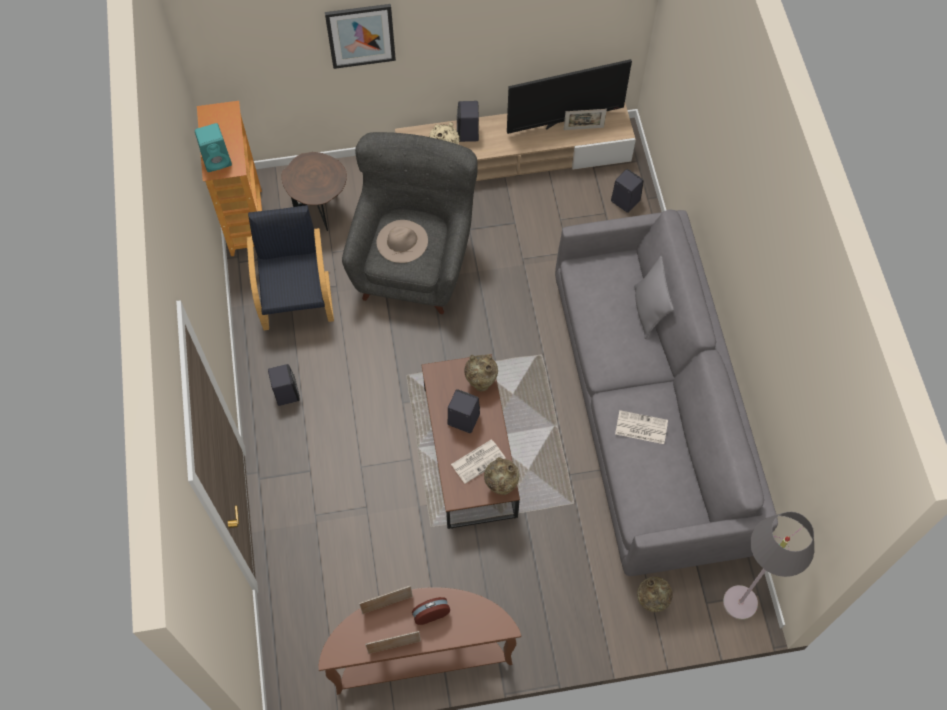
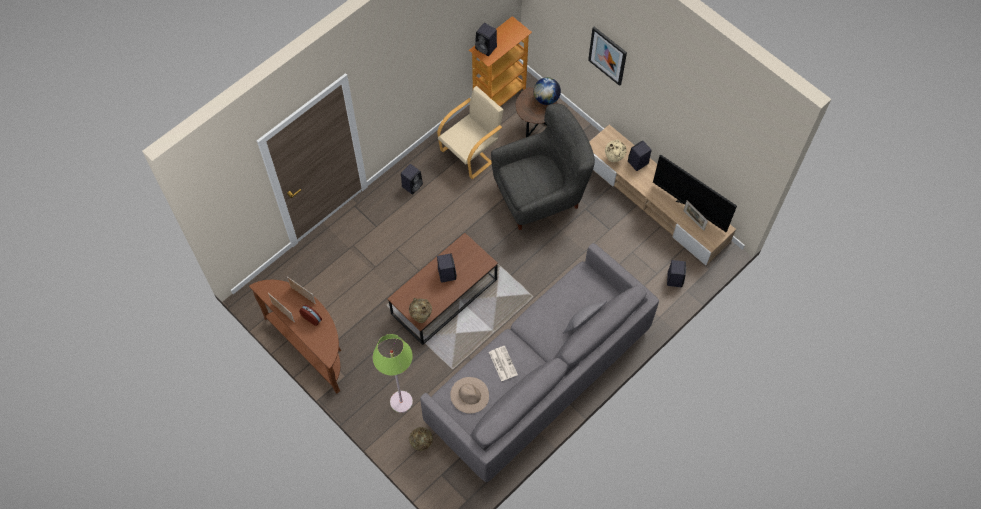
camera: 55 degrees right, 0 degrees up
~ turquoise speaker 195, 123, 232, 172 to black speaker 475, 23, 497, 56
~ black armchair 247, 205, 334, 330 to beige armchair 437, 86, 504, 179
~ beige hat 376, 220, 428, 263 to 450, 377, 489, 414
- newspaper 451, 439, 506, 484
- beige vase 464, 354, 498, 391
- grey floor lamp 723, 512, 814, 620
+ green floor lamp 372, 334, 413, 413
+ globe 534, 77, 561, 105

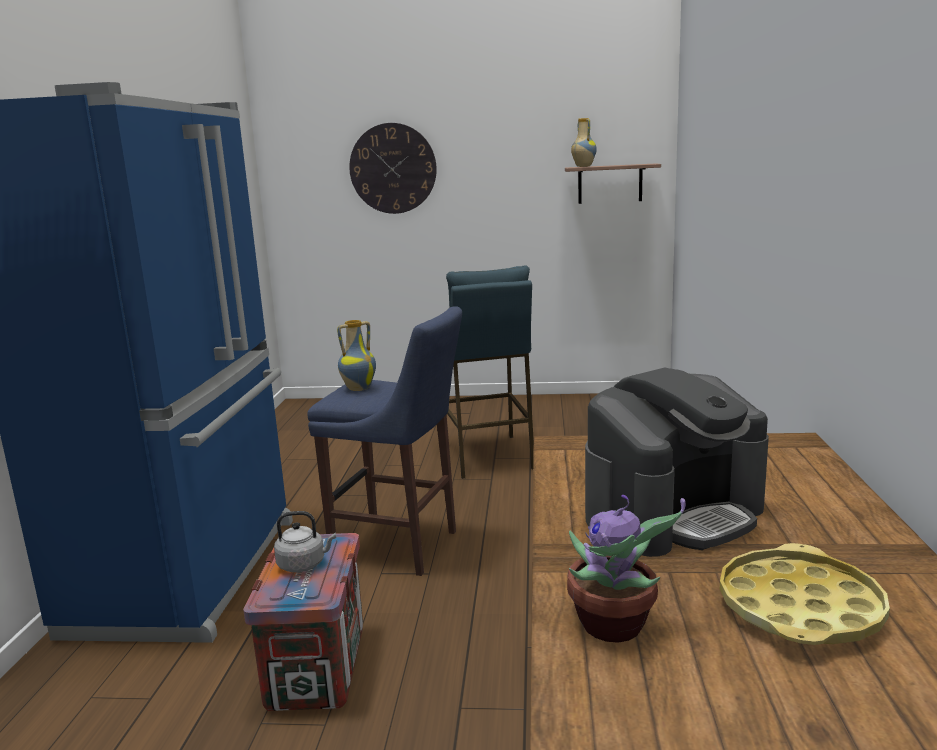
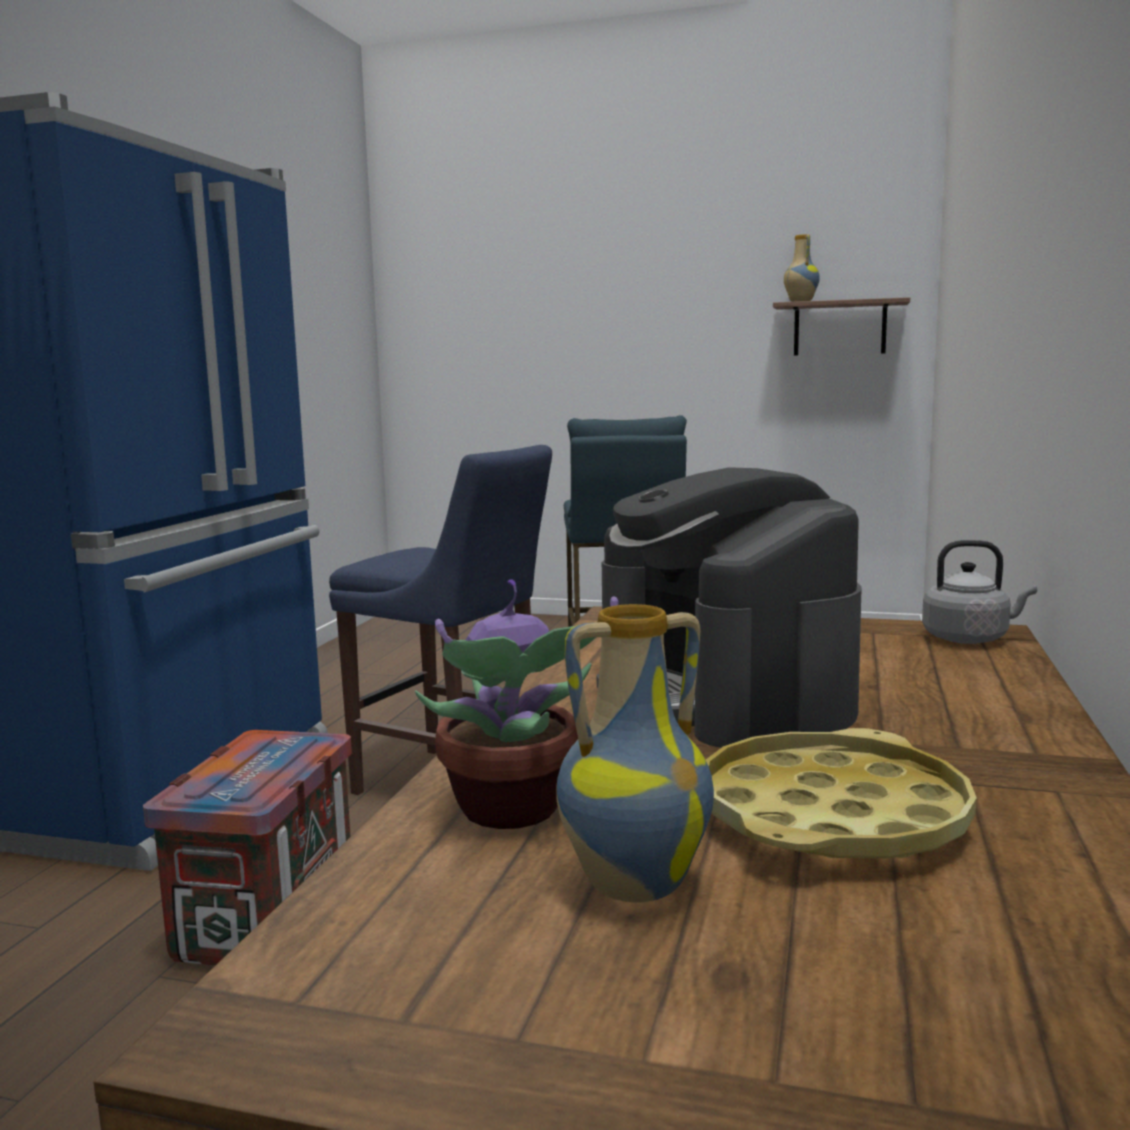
camera: 10 degrees right, 5 degrees down
~ grey kettle 274, 511, 336, 572 to 922, 540, 1037, 644
~ vase 337, 320, 376, 391 to 556, 604, 714, 903
- wall clock 349, 123, 437, 214
~ coffee machine 585, 367, 769, 557 = 597, 467, 862, 748 90 degrees clockwise

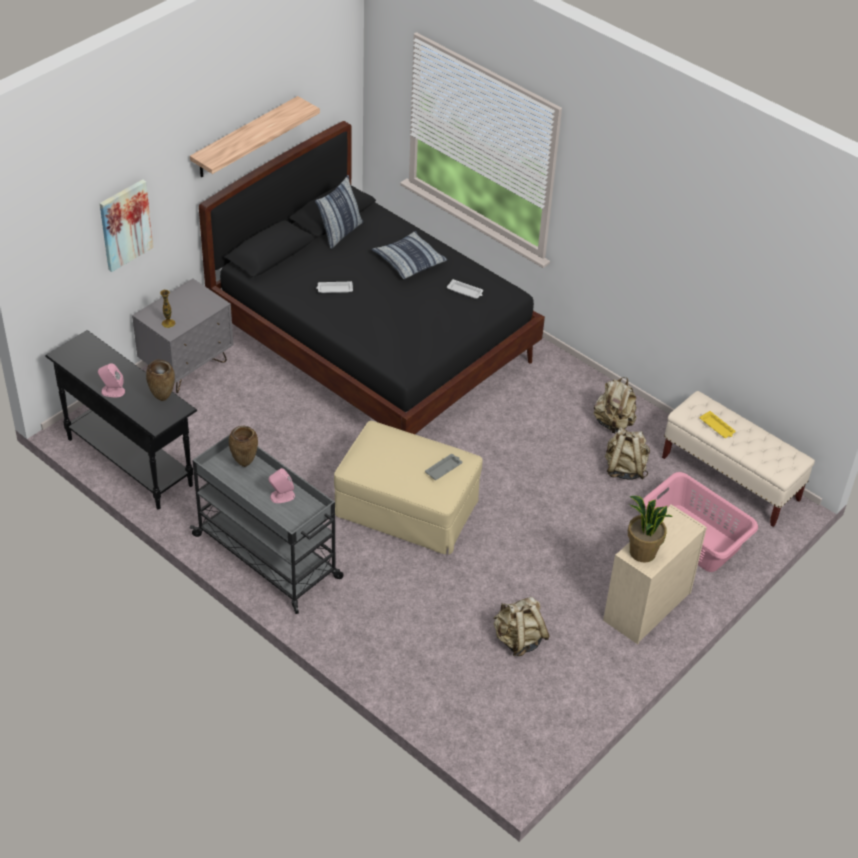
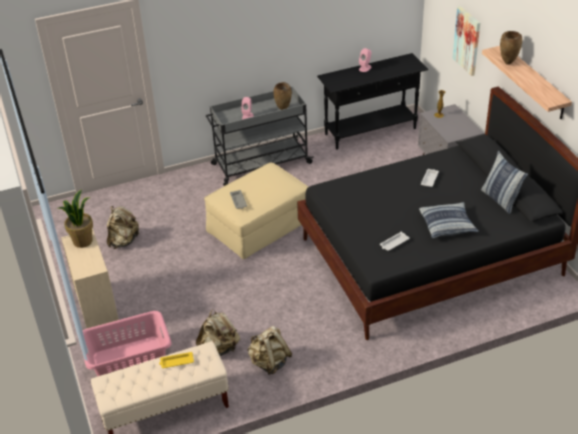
camera: 120 degrees right, 5 degrees down
~ brown vase 146, 360, 175, 401 to 500, 31, 522, 65

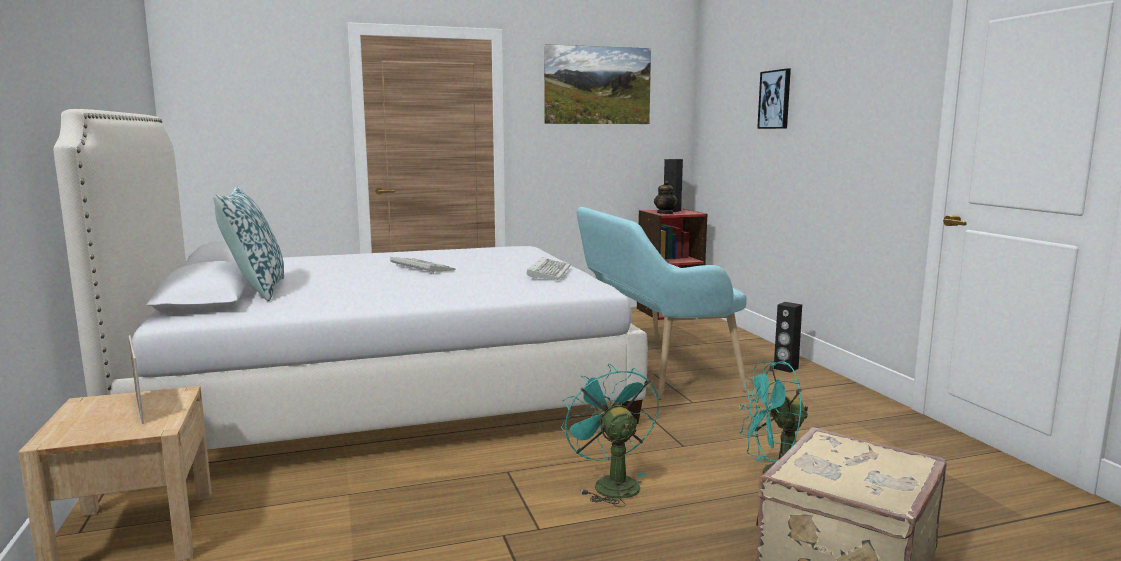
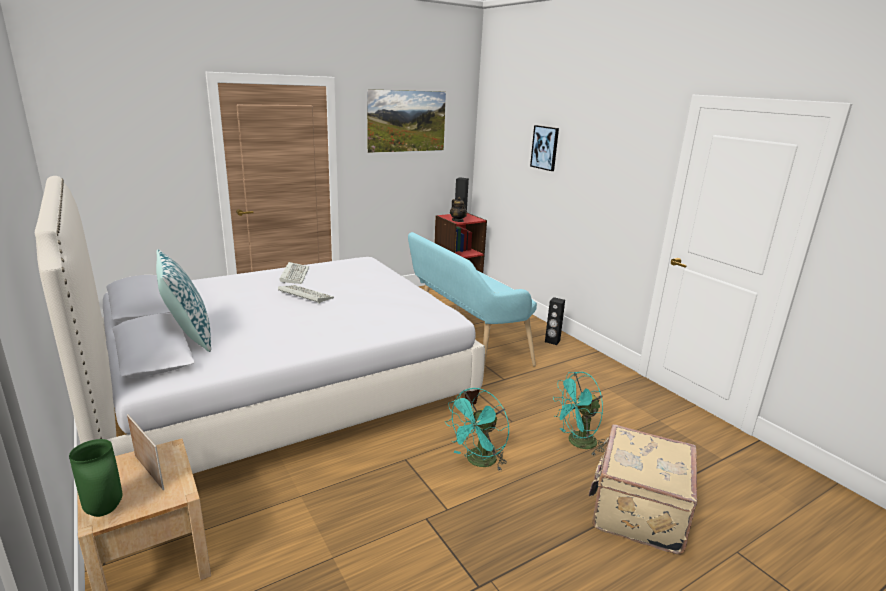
camera: 15 degrees left, 10 degrees up
~ keyboard 527, 257, 571, 280 to 279, 262, 309, 284
~ turquoise fan 561, 364, 659, 507 = 445, 388, 509, 470 105 degrees counterclockwise
+ green vase 69, 439, 122, 517

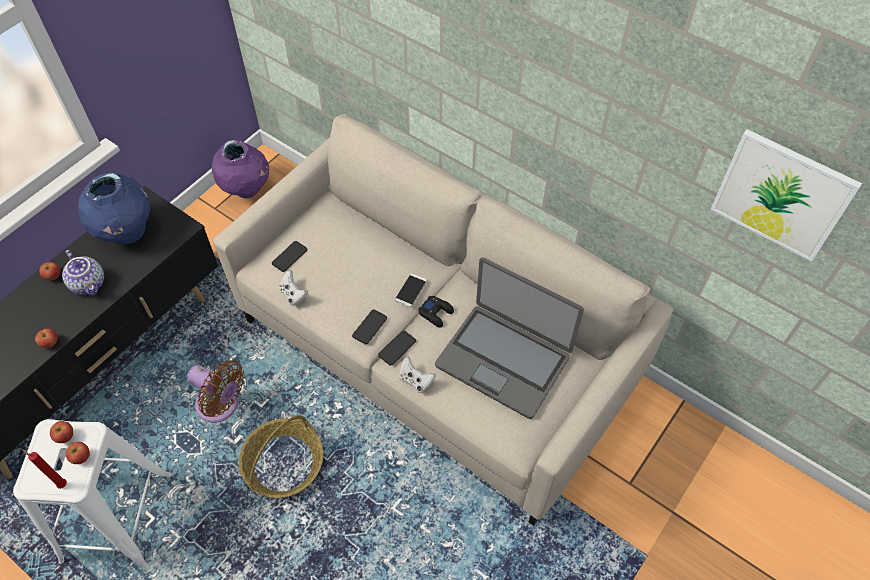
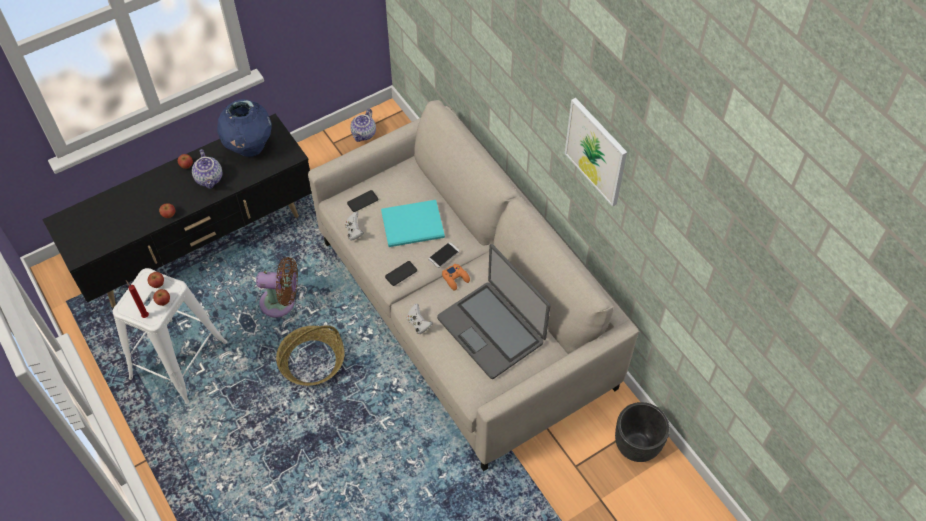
camera: 20 degrees right, 0 degrees up
~ brown fan 187, 360, 245, 423 = 256, 257, 298, 318 45 degrees counterclockwise
~ purple vase 212, 140, 269, 198 to teapot 350, 108, 376, 142
- phone 378, 331, 416, 366
~ black game controller 418, 296, 454, 328 to orange game controller 442, 264, 470, 291
~ picture 710, 129, 862, 262 to 565, 98, 627, 207
+ turquoise book 381, 200, 445, 247
+ black planter 615, 402, 670, 462

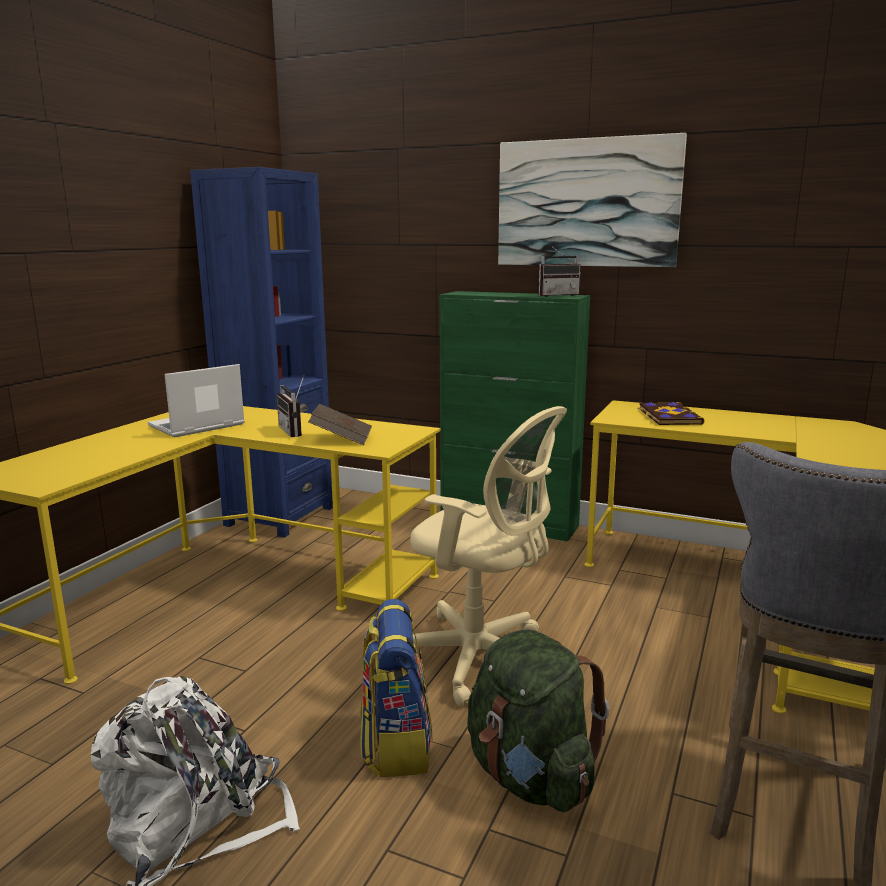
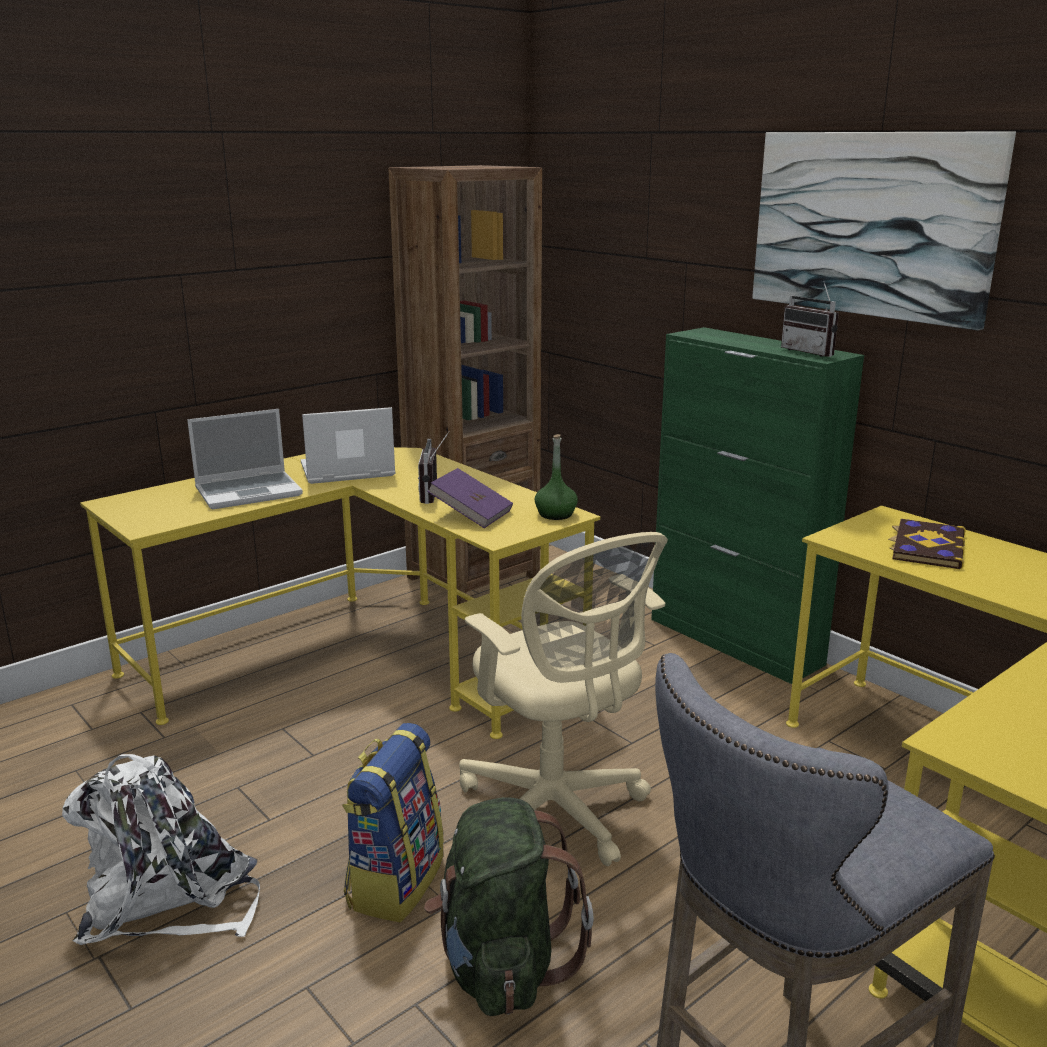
camera: 25 degrees right, 5 degrees up
~ blue bookcase 190, 167, 333, 538 to brown bookcase 388, 165, 542, 605
~ brown book 308, 404, 372, 445 to purple book 427, 468, 513, 528
~ radio 538, 245, 581, 297 = 781, 281, 839, 357 45 degrees clockwise
+ laptop 187, 409, 303, 509
+ green bottle 535, 434, 578, 520

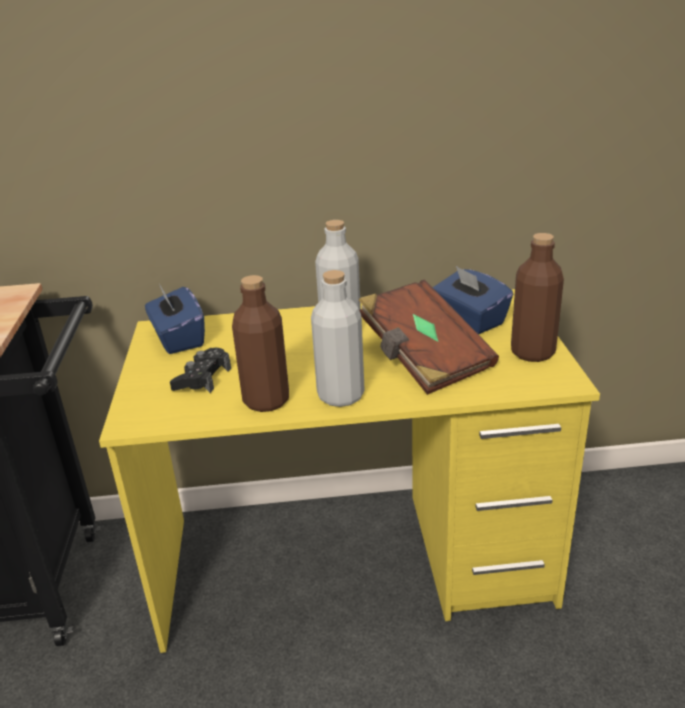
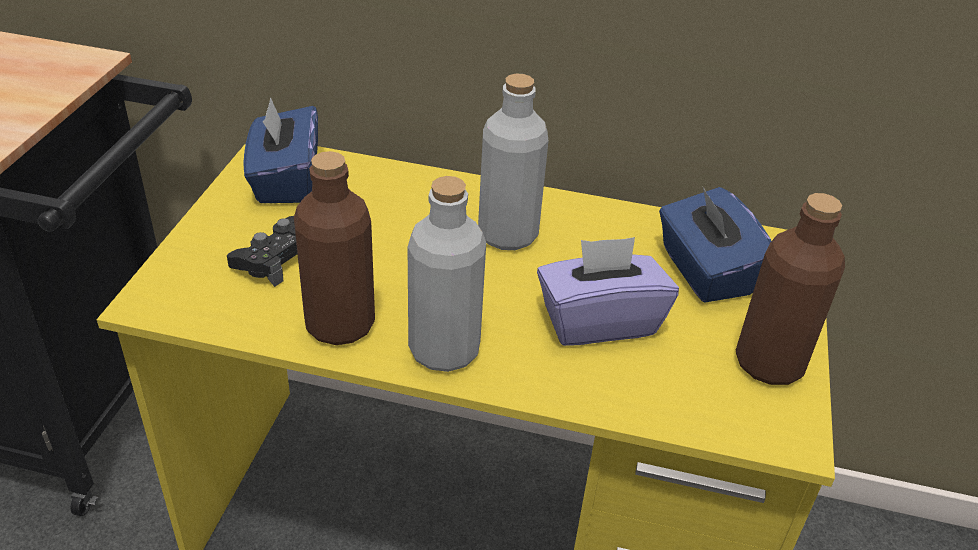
camera: 15 degrees right, 10 degrees up
~ brown book 359, 279, 499, 395 to purple tissue box 537, 237, 679, 346

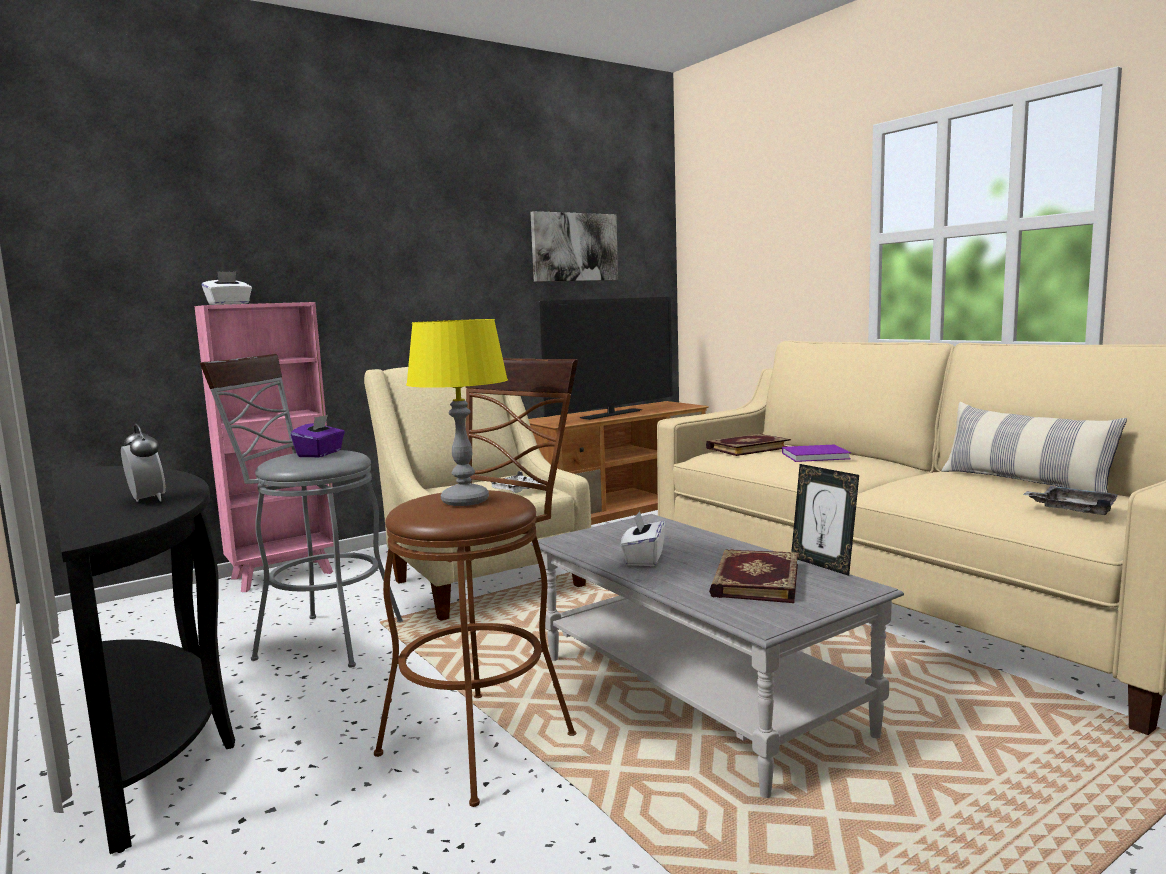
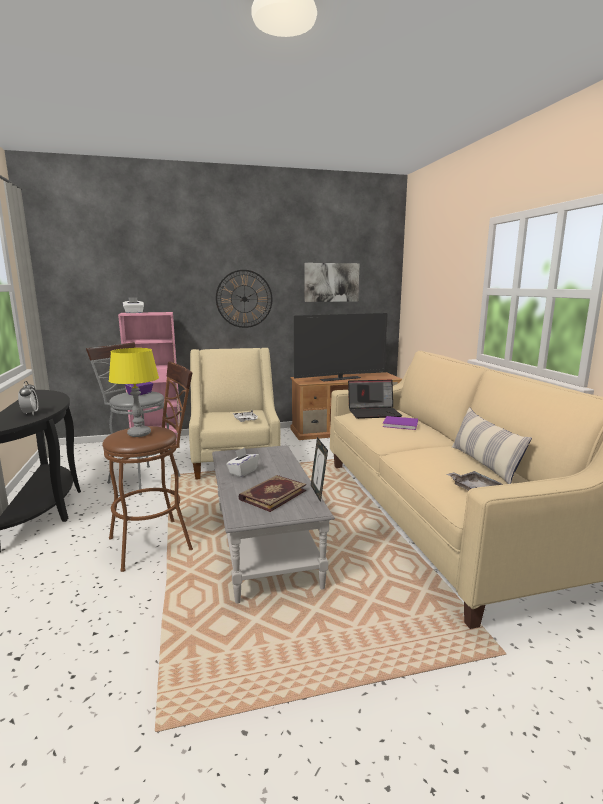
camera: 20 degrees right, 5 degrees up
~ book 706, 434, 791, 456 to laptop 348, 380, 402, 419
+ wall clock 216, 270, 272, 328

